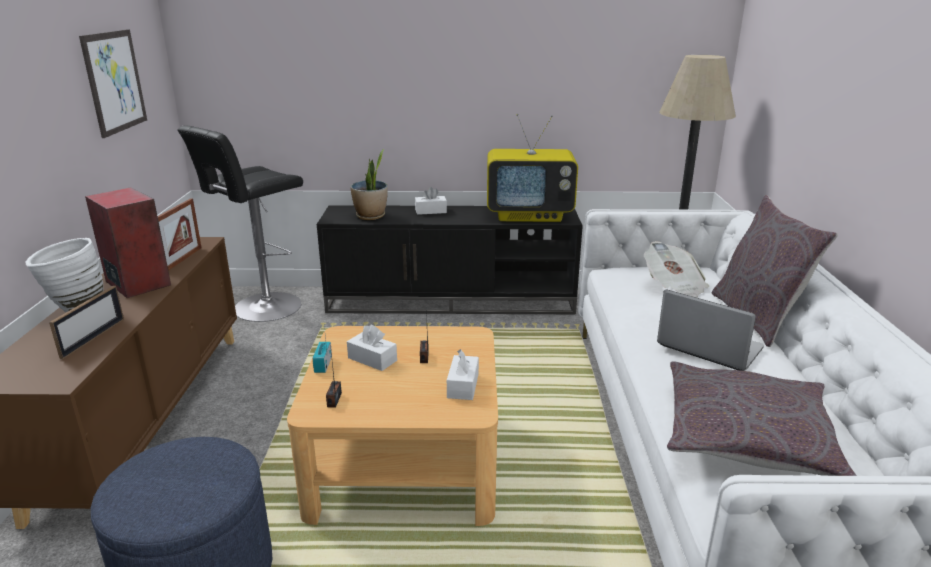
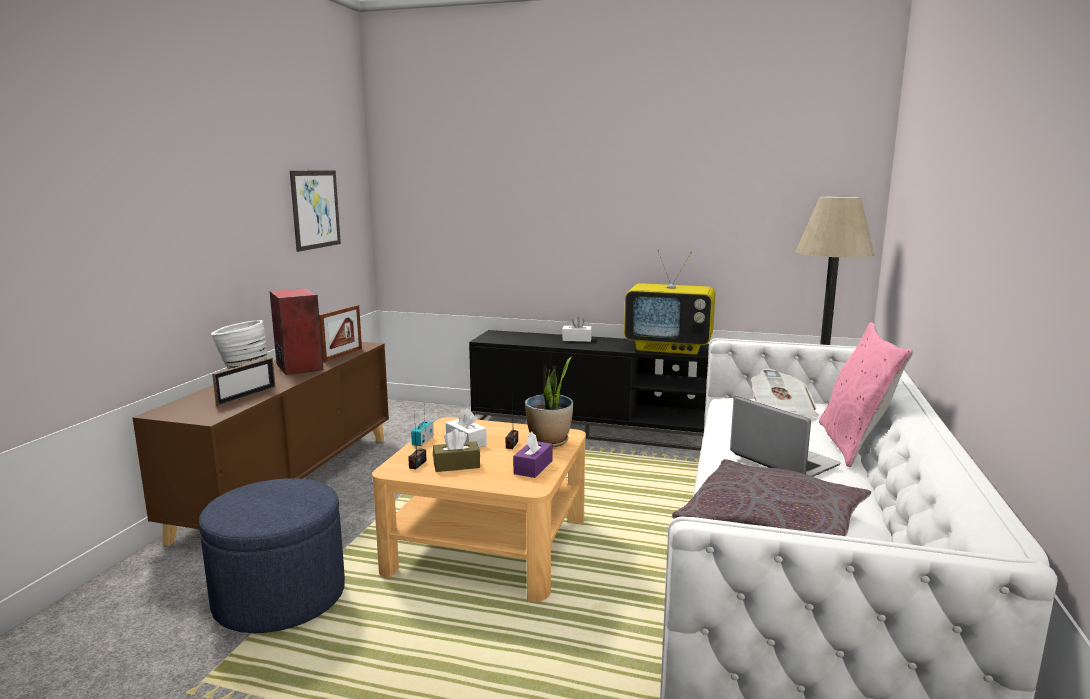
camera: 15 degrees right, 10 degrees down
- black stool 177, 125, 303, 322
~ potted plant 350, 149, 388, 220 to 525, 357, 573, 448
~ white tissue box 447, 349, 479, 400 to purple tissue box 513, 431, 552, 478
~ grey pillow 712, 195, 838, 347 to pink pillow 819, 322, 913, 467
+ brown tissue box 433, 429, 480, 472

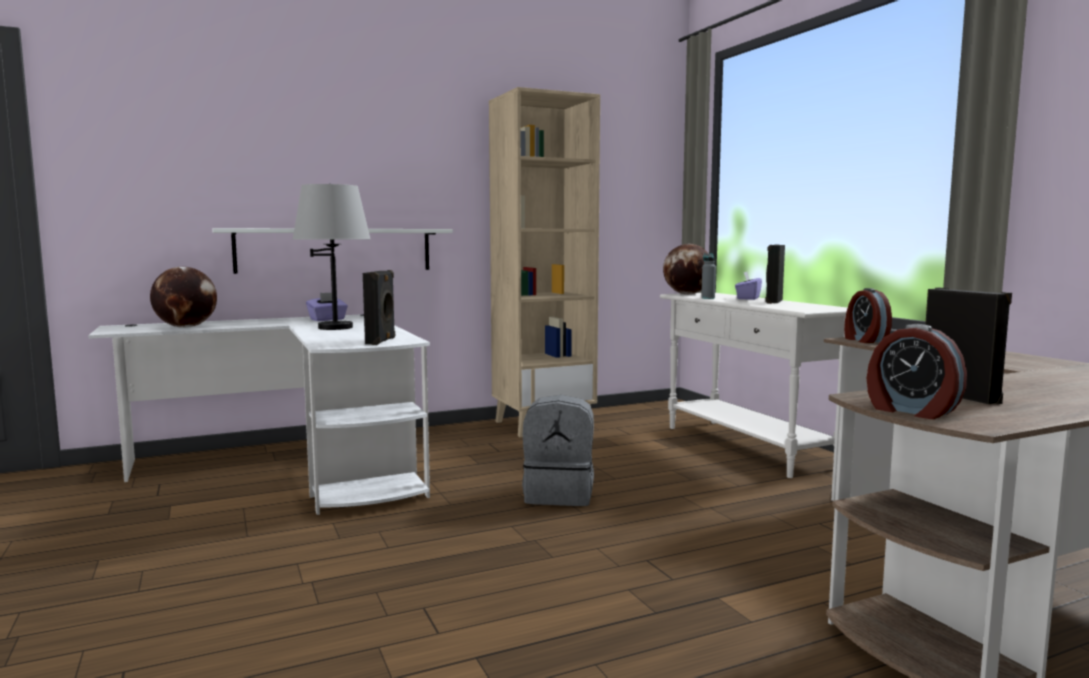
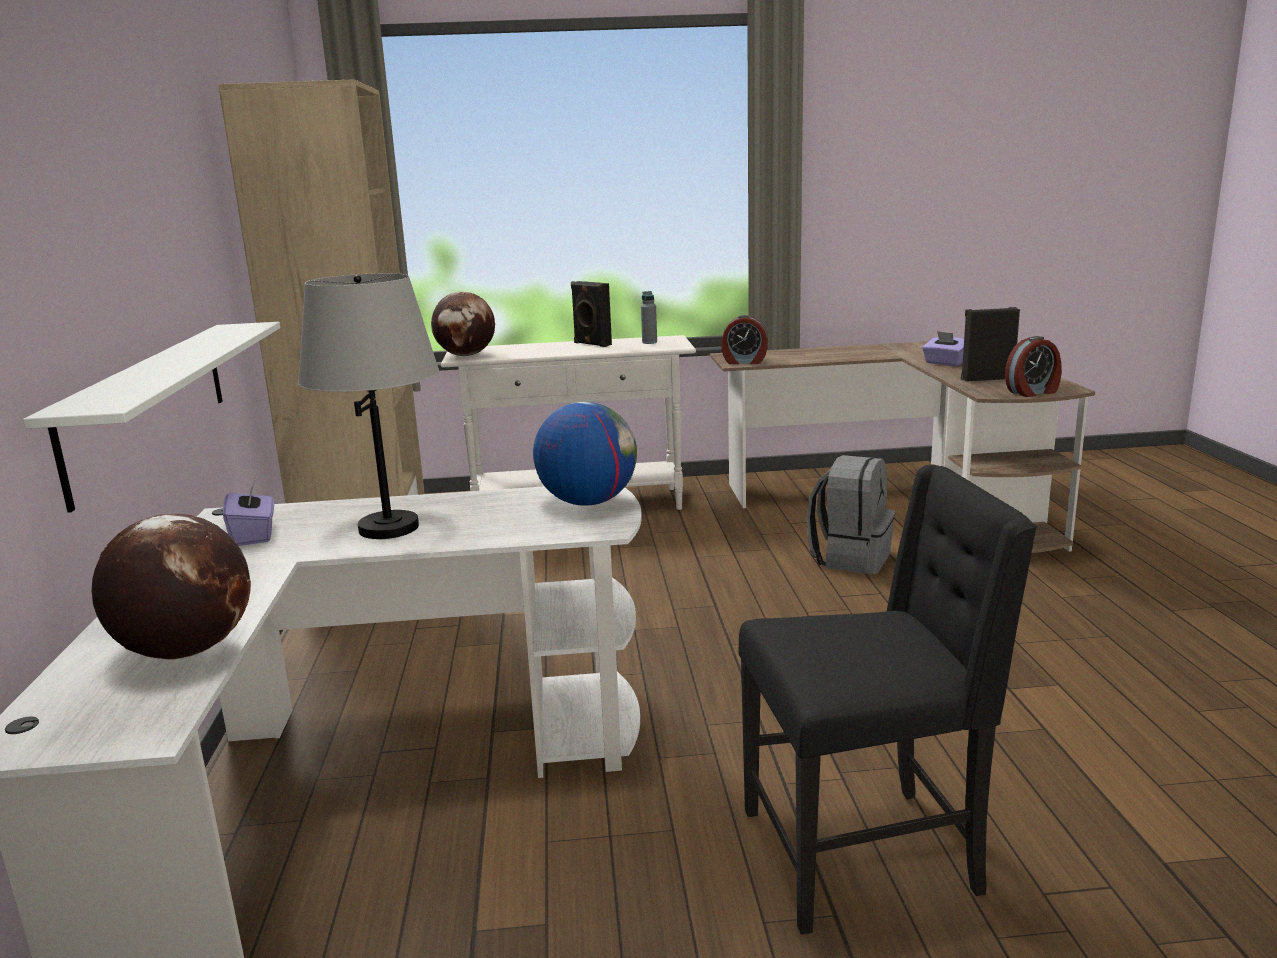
camera: 70 degrees left, 10 degrees up
~ black speaker 363, 270, 395, 345 to globe 533, 402, 637, 506
~ grey backpack 522, 395, 594, 506 to 807, 455, 895, 574
~ grey bottle 701, 253, 716, 299 to 641, 291, 657, 344
~ purple tissue box 735, 272, 762, 300 to 922, 331, 964, 366
+ black chair 738, 464, 1037, 935

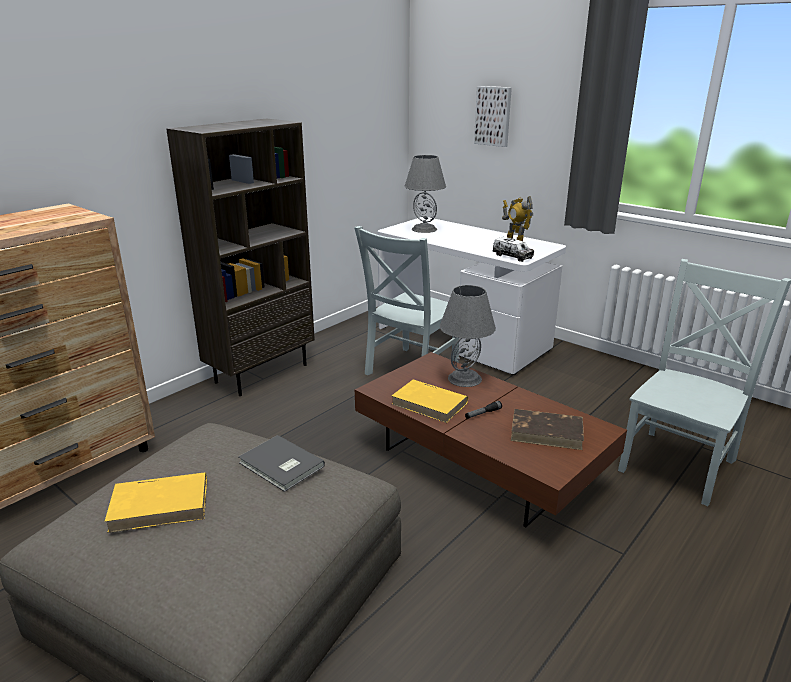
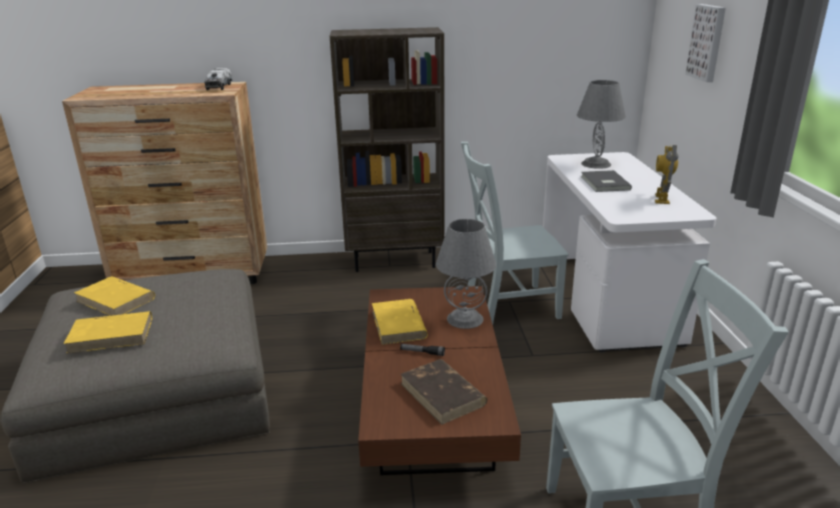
camera: 45 degrees right, 0 degrees up
~ grey book 238, 435, 325, 492 to 581, 170, 632, 192
~ toy truck 492, 237, 534, 262 to 205, 68, 232, 90
+ yellow book 64, 311, 152, 354

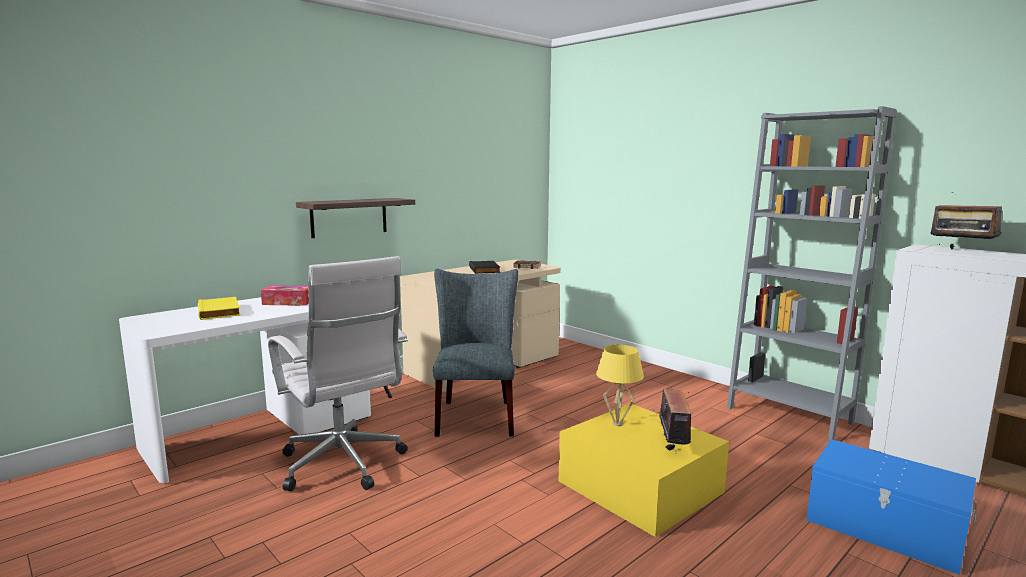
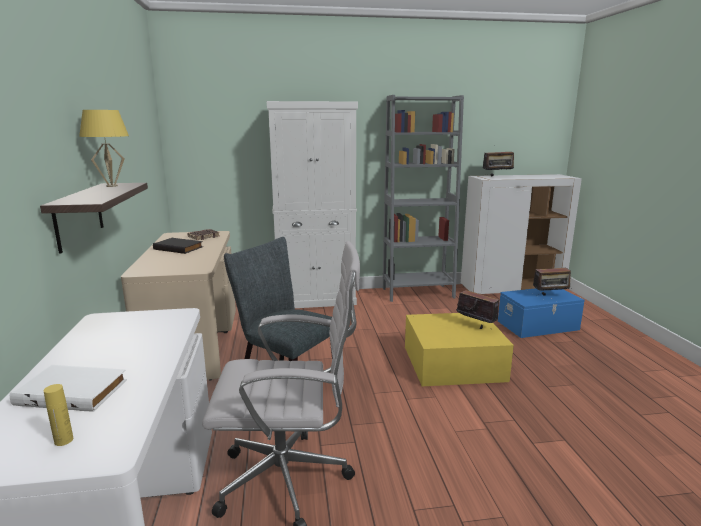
camera: 55 degrees left, 5 degrees up
~ yellow book 198, 297, 240, 320 to white book 10, 365, 127, 412
- tissue box 261, 285, 309, 306
~ yellow table lamp 596, 345, 644, 426 to 79, 110, 129, 187
+ yellow bottle 44, 384, 73, 446
+ white cabinet 267, 101, 358, 308
+ radio 533, 268, 572, 295

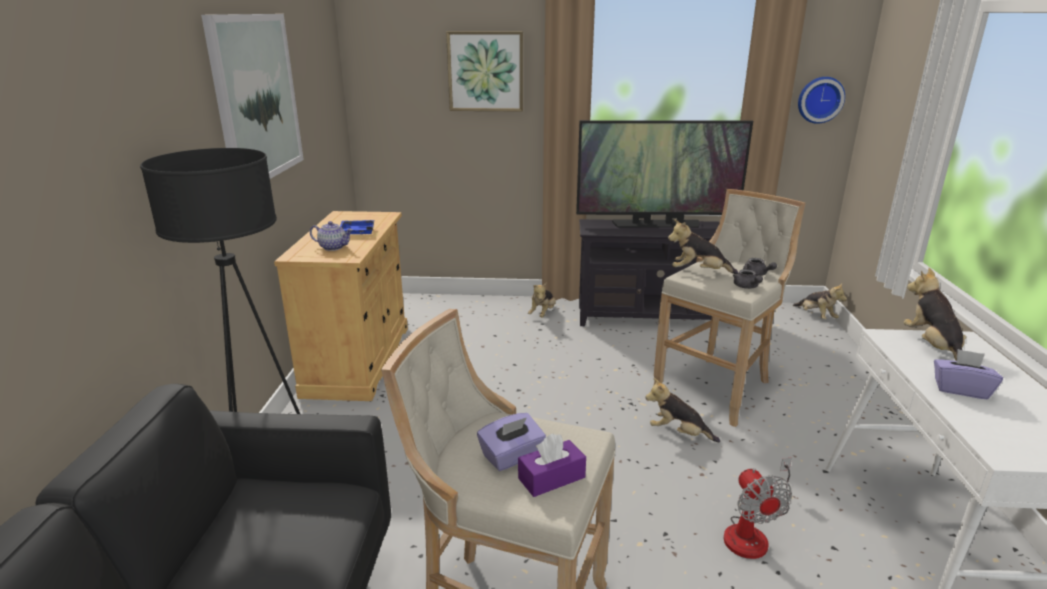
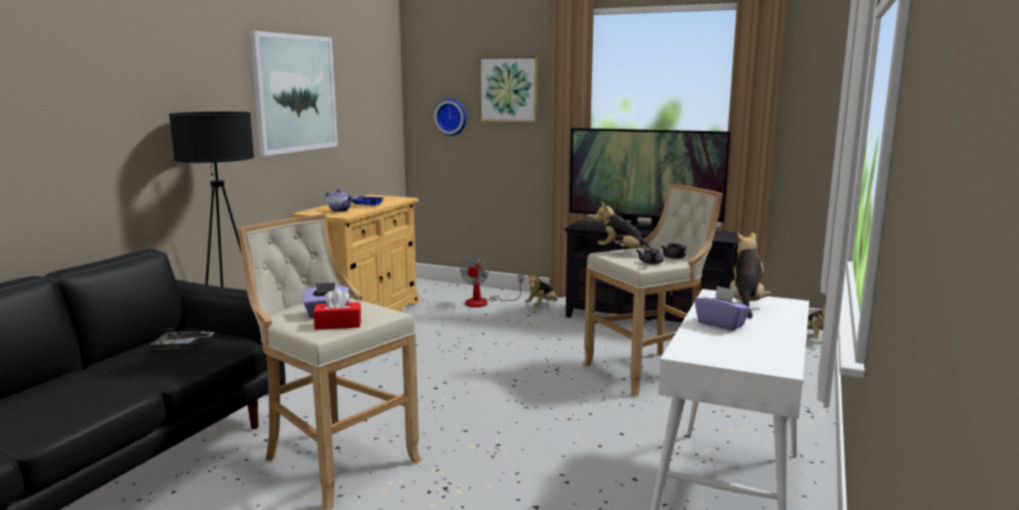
camera: 20 degrees right, 10 degrees down
~ purple tissue box 518, 434, 586, 497 to red tissue box 313, 288, 361, 330
- plush toy 645, 378, 720, 442
~ fan 724, 457, 792, 559 to 460, 257, 524, 307
~ wall clock 798, 77, 845, 124 to 434, 99, 467, 136
+ grey tray 150, 328, 215, 350

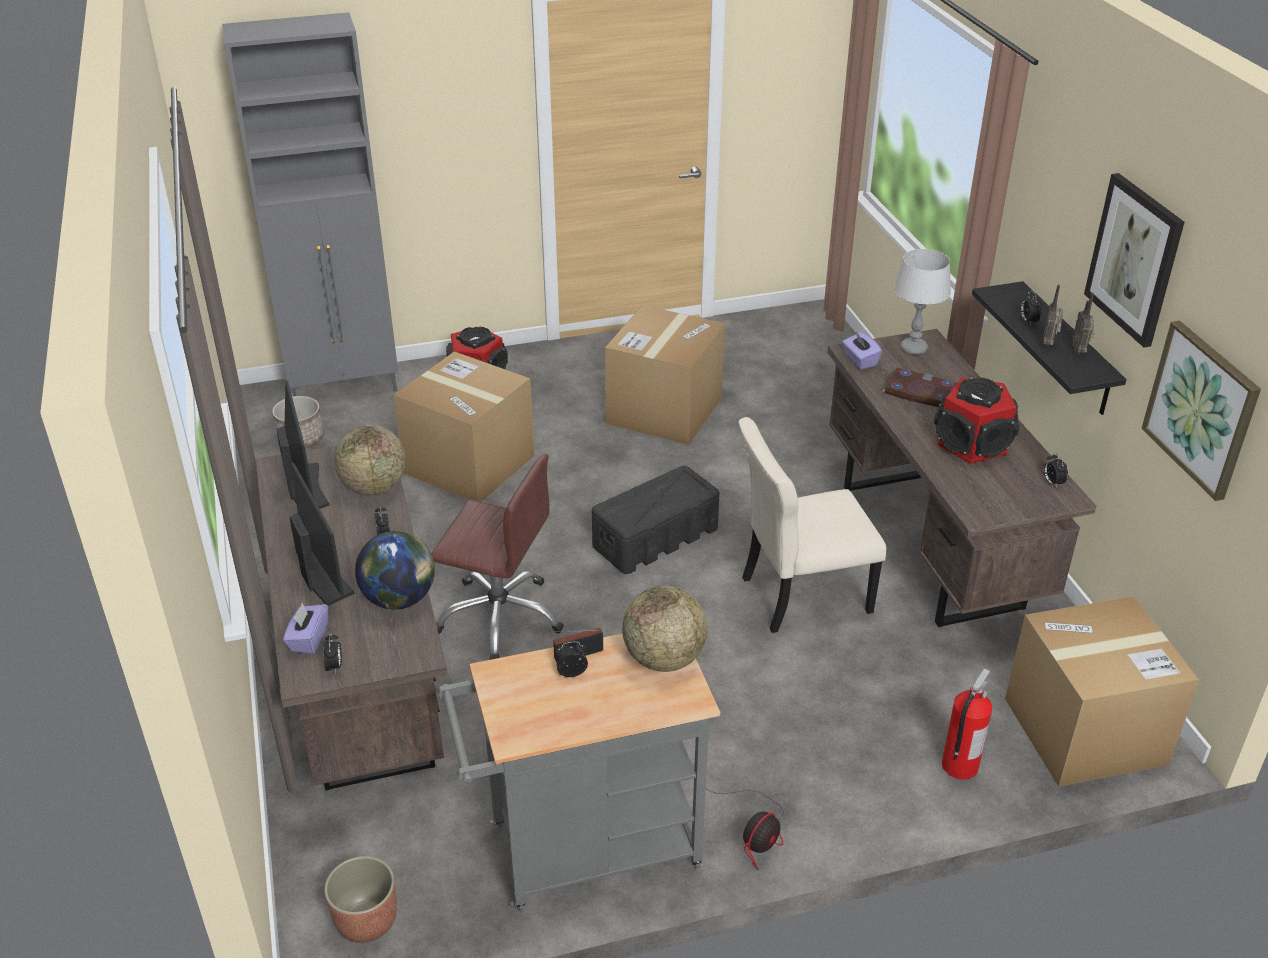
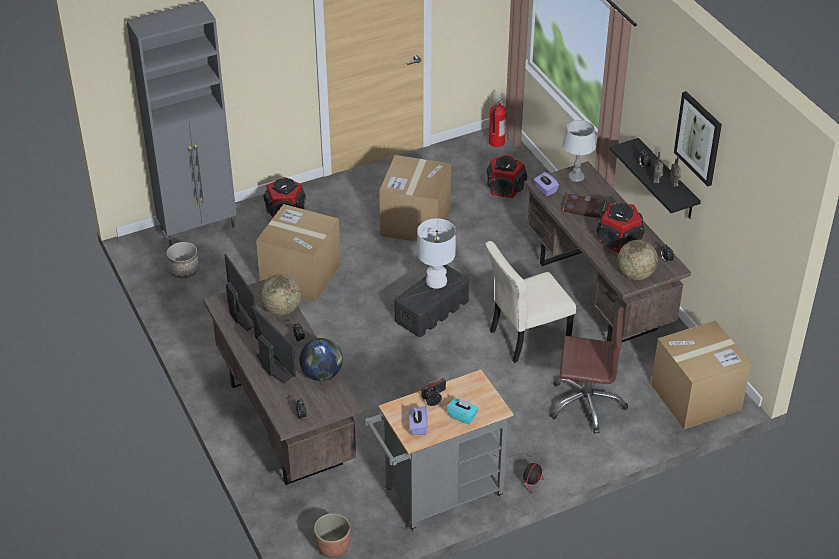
camera: 10 degrees left, 5 degrees up
~ purple tissue box 283, 603, 328, 654 to 409, 406, 428, 435
~ brown office chair 431, 454, 564, 660 to 550, 307, 628, 434
~ globe 622, 586, 708, 672 to 618, 240, 658, 280
~ fire extinguisher 942, 668, 992, 780 to 489, 93, 506, 147
- picture 1141, 321, 1261, 501
+ white table lamp 417, 218, 456, 289
+ turquoise tissue box 447, 397, 479, 424
+ speaker 487, 154, 527, 198

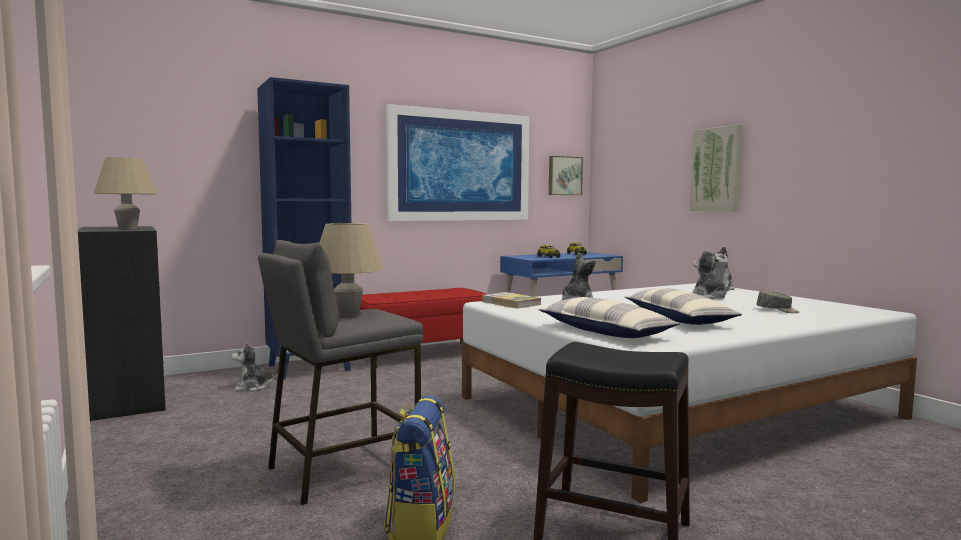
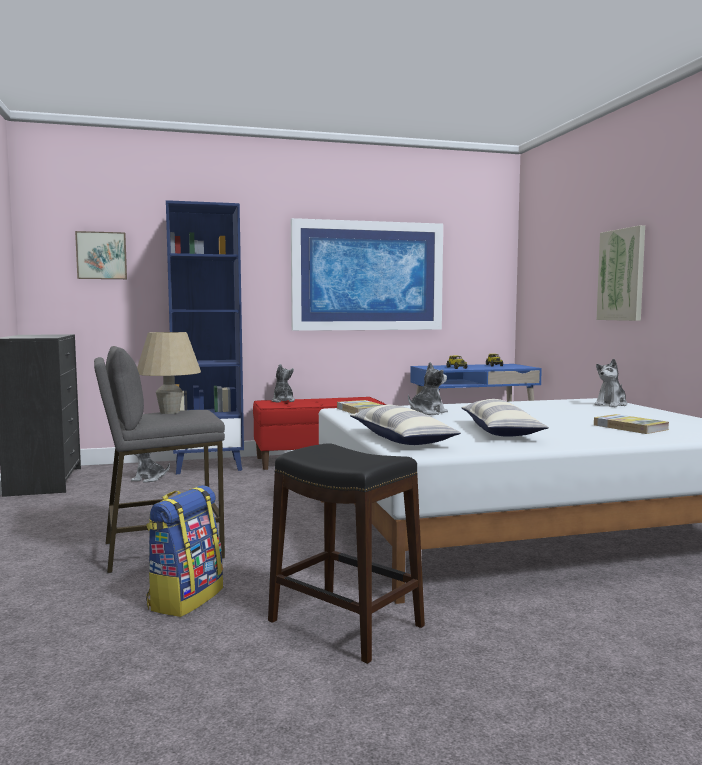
camera: 15 degrees right, 0 degrees up
- beige table lamp 94, 157, 157, 229
~ picture 549, 156, 583, 195 to 75, 231, 127, 279
~ plush toy 692, 250, 731, 299 to 272, 364, 295, 403
~ grey cap 757, 290, 799, 313 to book 594, 414, 669, 434

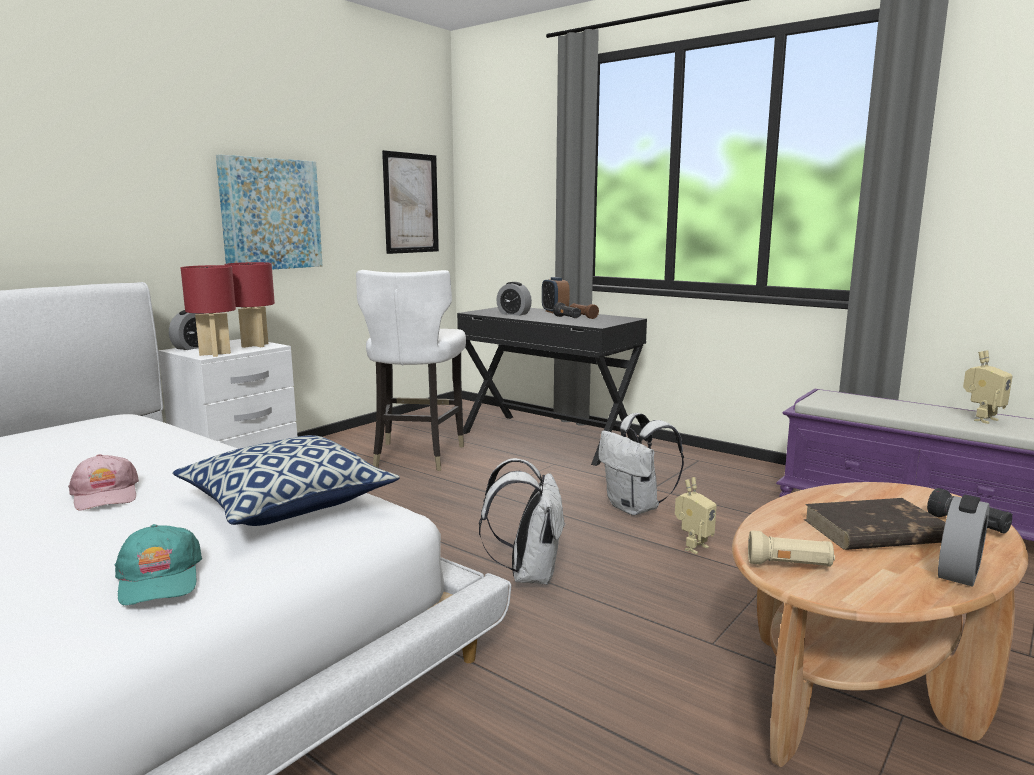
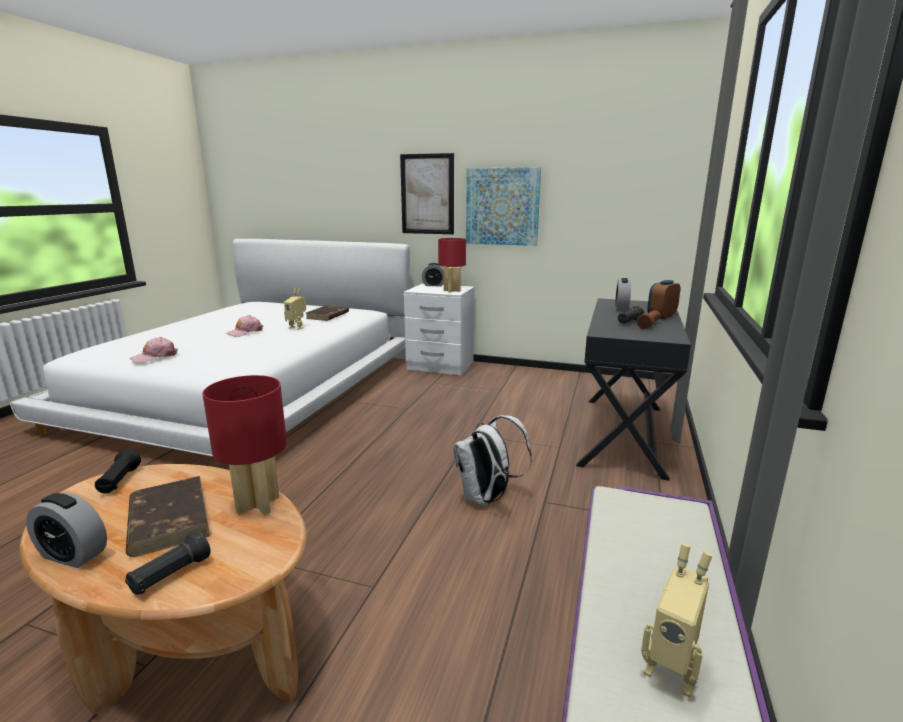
camera: 70 degrees right, 5 degrees up
~ turquoise cap 114, 524, 202, 606 to pink cap 130, 337, 178, 363
- pillow 172, 435, 400, 526
~ red table lamp 181, 265, 236, 357 to 202, 375, 287, 515
- white chair 356, 270, 466, 471
~ picture 382, 150, 439, 254 to 400, 153, 454, 234
- white backpack 479, 458, 565, 585
~ toy robot 675, 477, 717, 554 to 284, 288, 306, 330
~ beige flashlight 748, 530, 835, 567 to black flashlight 95, 449, 141, 493
+ brown book 306, 305, 349, 321

